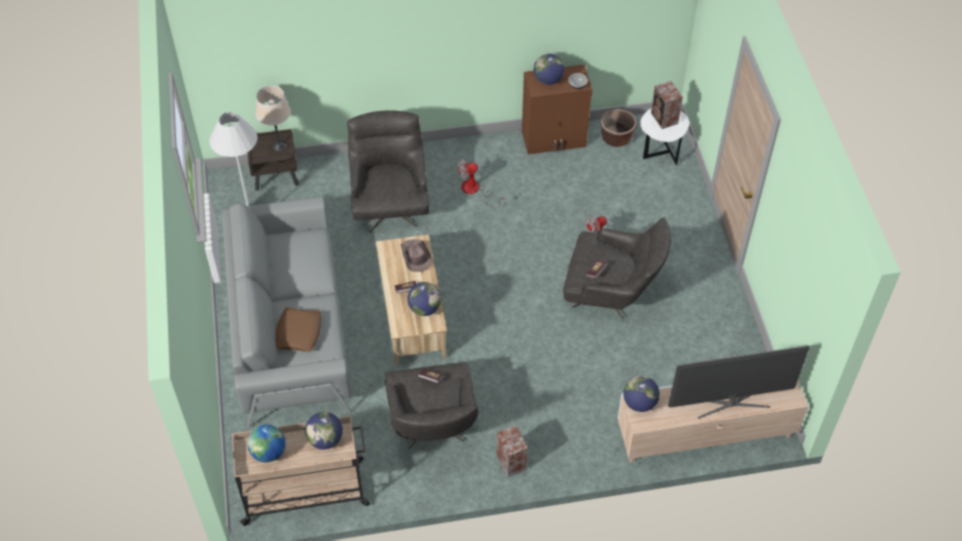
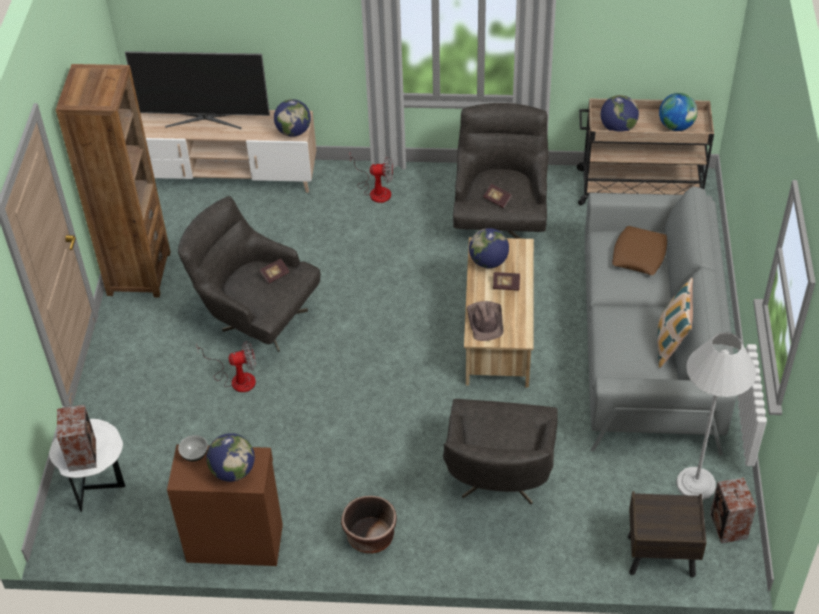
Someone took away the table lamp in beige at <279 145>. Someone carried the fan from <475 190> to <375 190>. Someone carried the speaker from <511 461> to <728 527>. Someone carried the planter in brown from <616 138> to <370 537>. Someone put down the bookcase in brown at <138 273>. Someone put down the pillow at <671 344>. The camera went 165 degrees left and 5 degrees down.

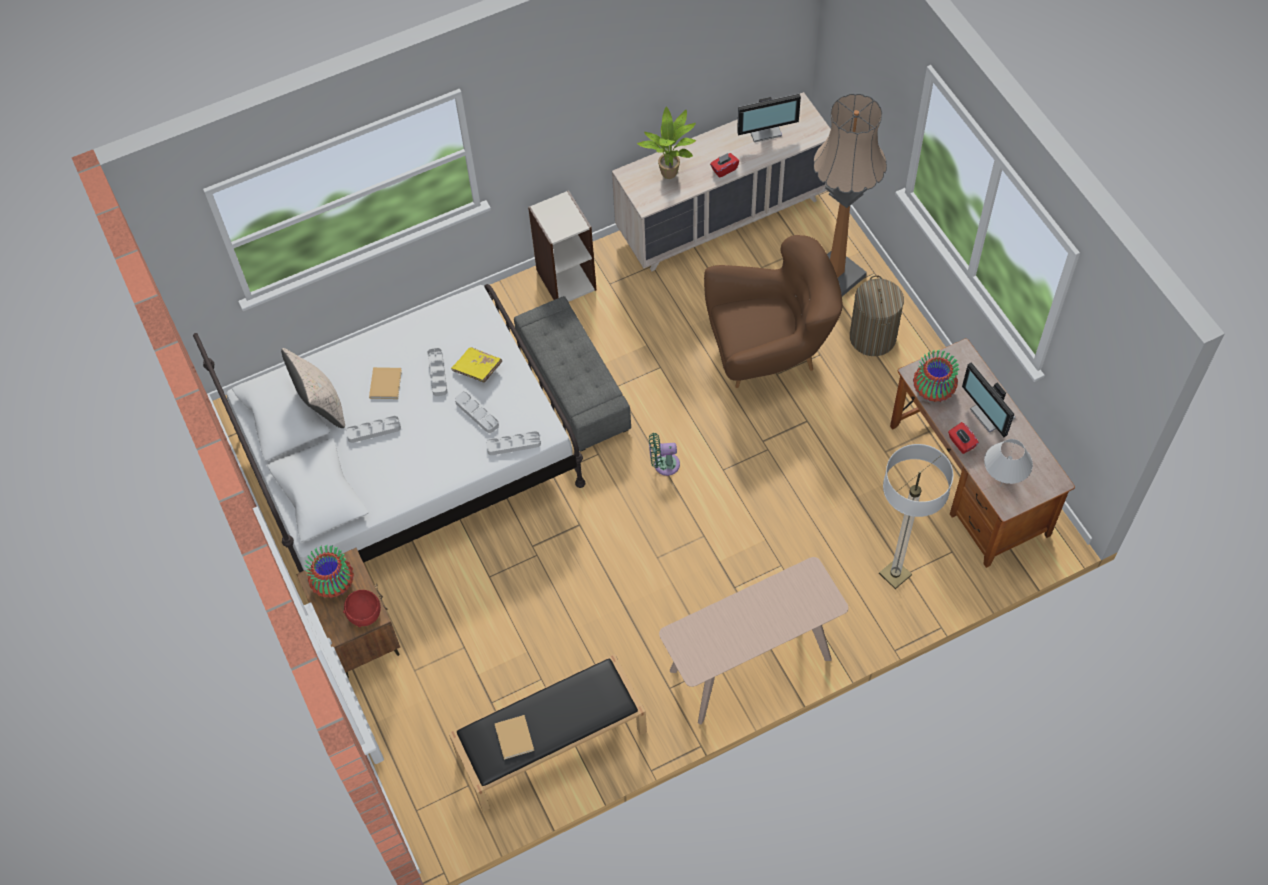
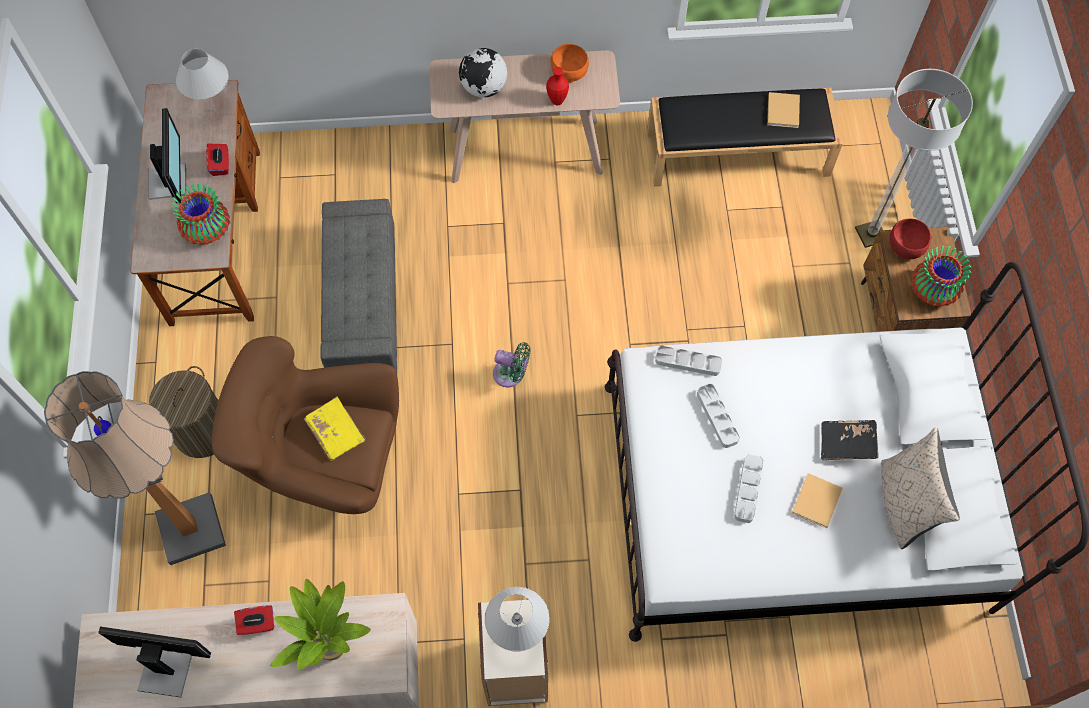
Someone swapped the tray in grey at <374 431> for the book in black at <846 444>. Someone carried the book in yellow from <477 369> to <336 432>. Someone carried the ottoman in grey from <573 387> to <364 303>. Someone carried the floor lamp from <895 574> to <871 234>. Someone put down the globe at <484 88>. Someone put down the table lamp in white at <518 633>. Someone put down the vase in red at <557 101>. Someone put down the bowl in orange at <569 72>. The camera went 160 degrees left and 5 degrees up.

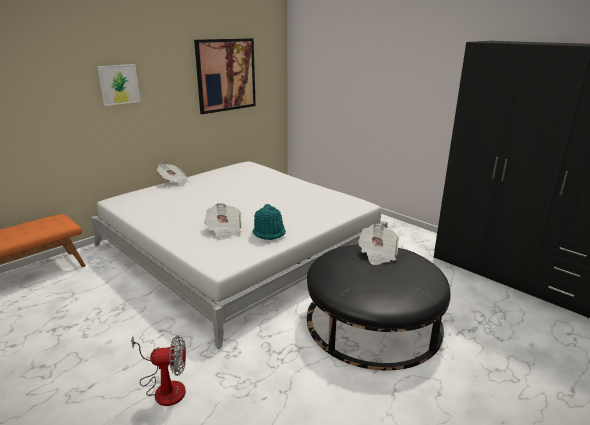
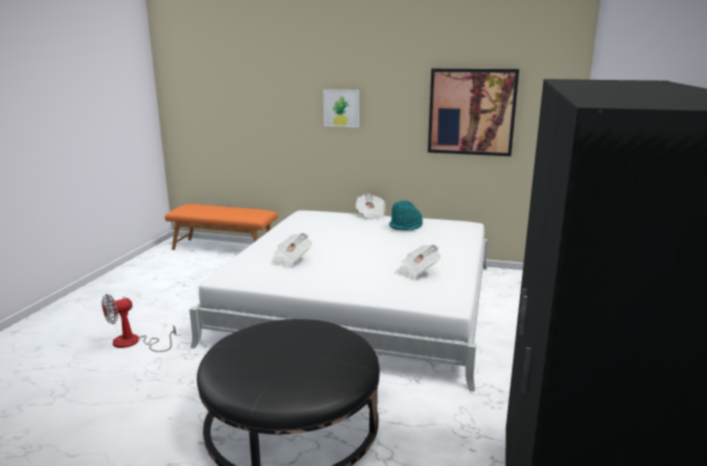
Someone rotated the fan at <164 387> by 90 degrees clockwise. Someone carried the hat in turquoise from <269 232> to <406 226>. Someone carried the newspaper from <377 254> to <417 272>. The camera went 60 degrees right and 5 degrees down.

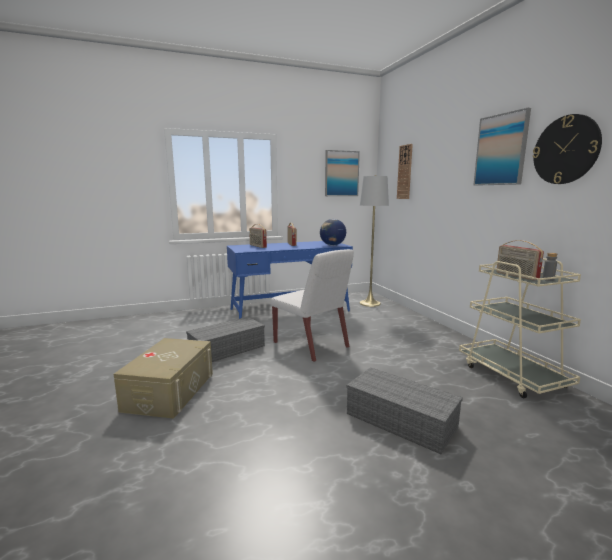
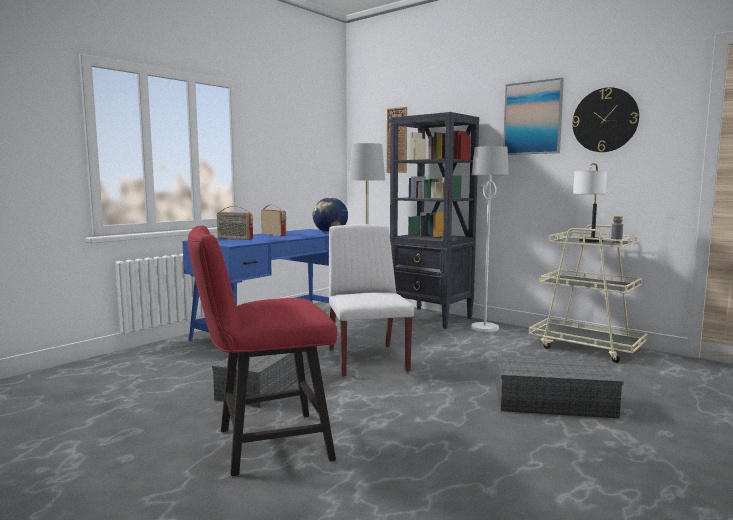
Someone swapped the storage box in beige at <170 391> for the chair in red at <264 445>. Someone rotated the chair in white at <311 345> by 120 degrees counterclockwise. Someone took away the picture at <341 173>. Someone swapped the radio at <516 276> for the table lamp at <588 242>. Someone put down the bookcase in black at <431 318>. Someone put down the floor lamp in white at <485 328>. The camera went 30 degrees left and 5 degrees down.

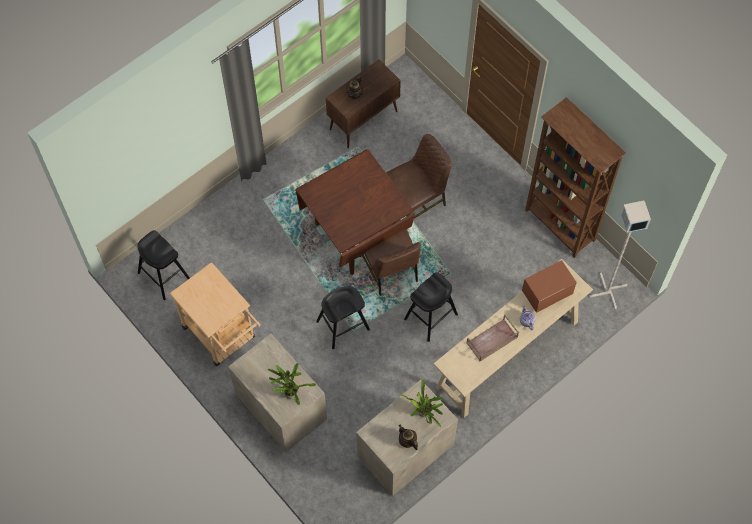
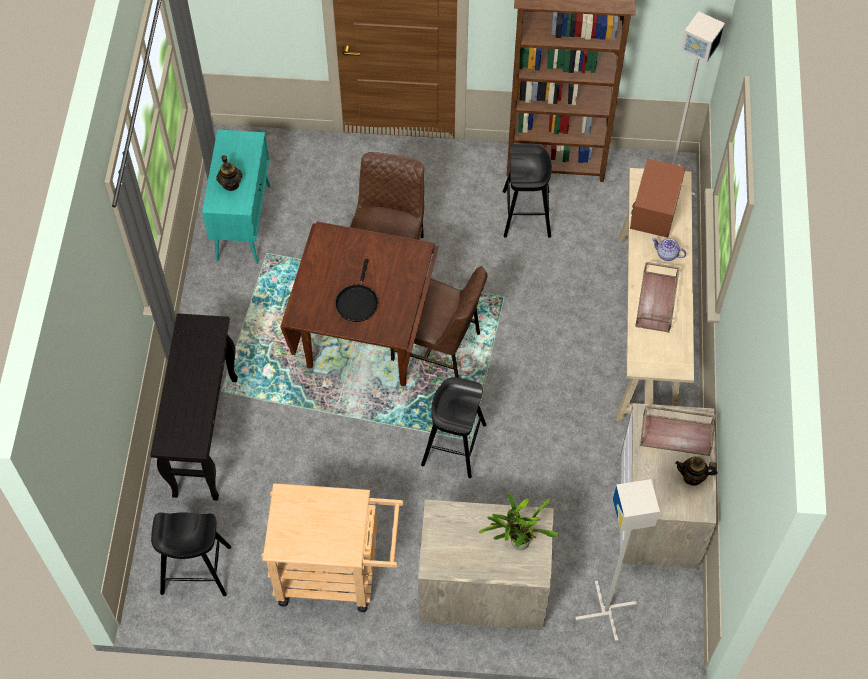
Someone repainted the cabinet in brown at <364 120>, which became the cabinet in turquoise at <243 222>. Someone swapped the potted plant at <424 414> for the tray in brown at <677 434>. Someone carried the stool in black from <431 316> to <526 213>. Someone put down the console table in black at <205 435>. Someone put down the frying pan in black at <357 302>. Someone put down the floor lamp in grey at <606 612>. The camera went 45 degrees left and 5 degrees down.

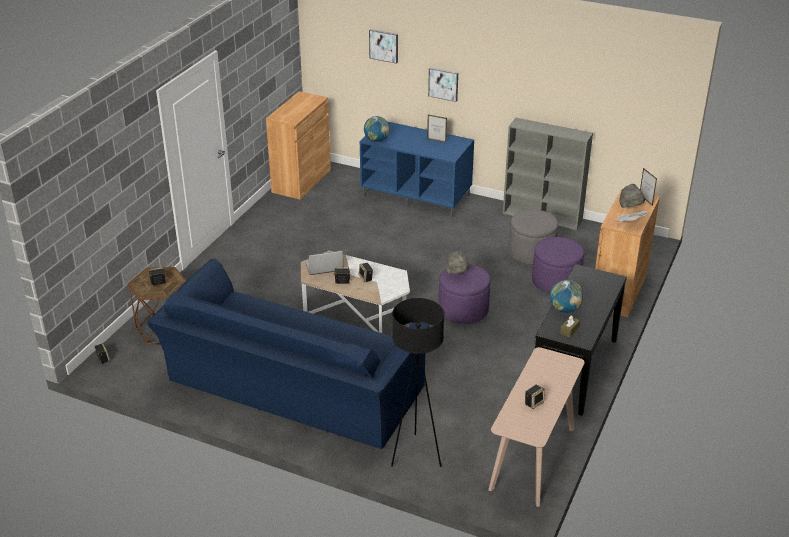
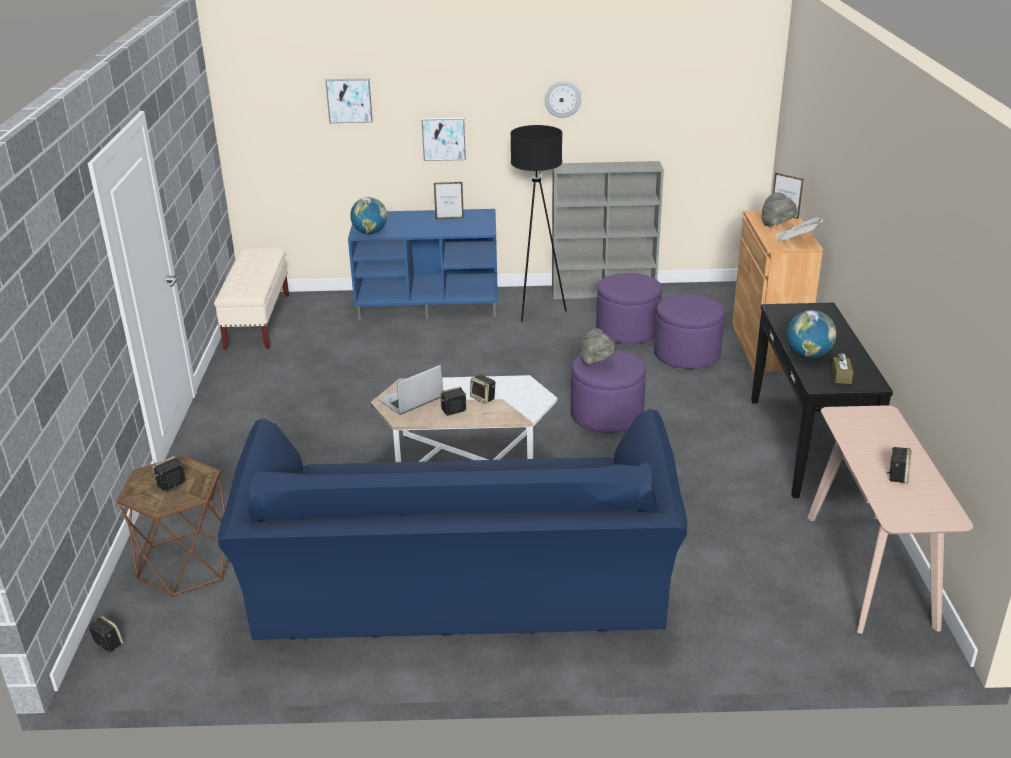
Someone swapped the cabinet in brown at <301 181> for the bench in beige at <258 321>. Someone carried the floor lamp in black from <416 455> to <536 309>. Someone repainted the ottoman in grey at <531 252>, which became the ottoman in purple at <627 331>. Someone put up the wall clock at <562 99>. The camera went 25 degrees left and 5 degrees down.

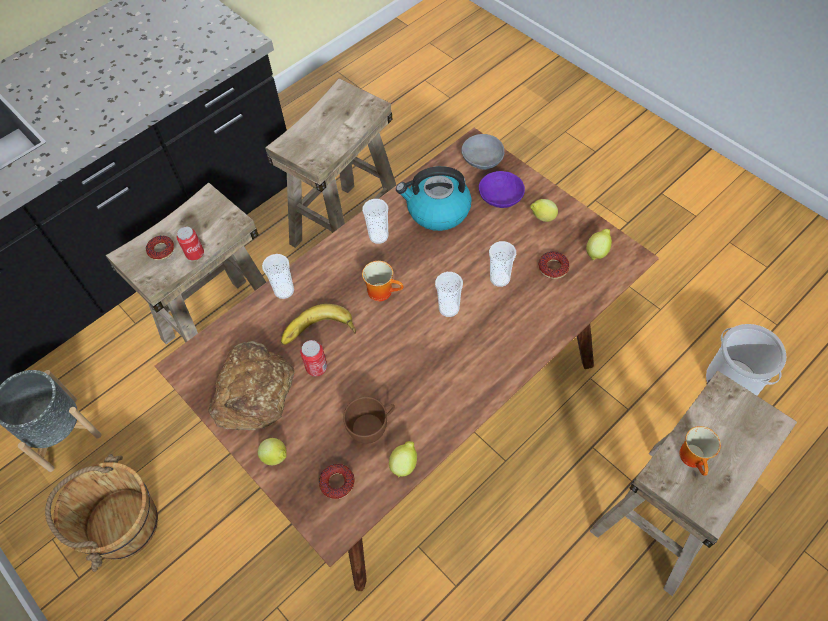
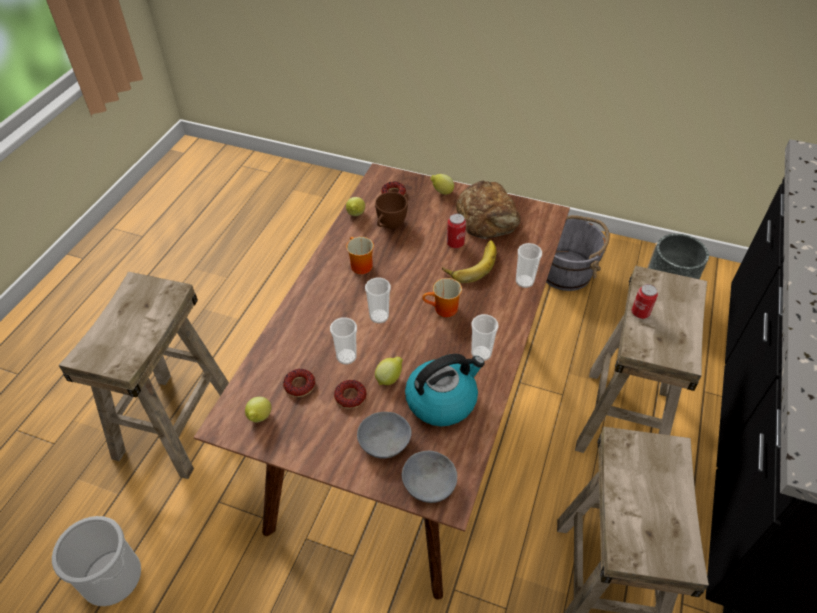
Someone repainted the bucket in brown at <121 524>, which became the bucket in grey at <566 272>. Someone carried the donut from <161 250> to <350 396>. Someone repainted the bowl in purple at <500 198>, which became the bowl in grey at <385 440>. Someone carried the lemon from <542 218> to <389 378>. Someone carried the mug from <695 458> to <359 265>. The camera went 150 degrees right and 10 degrees down.

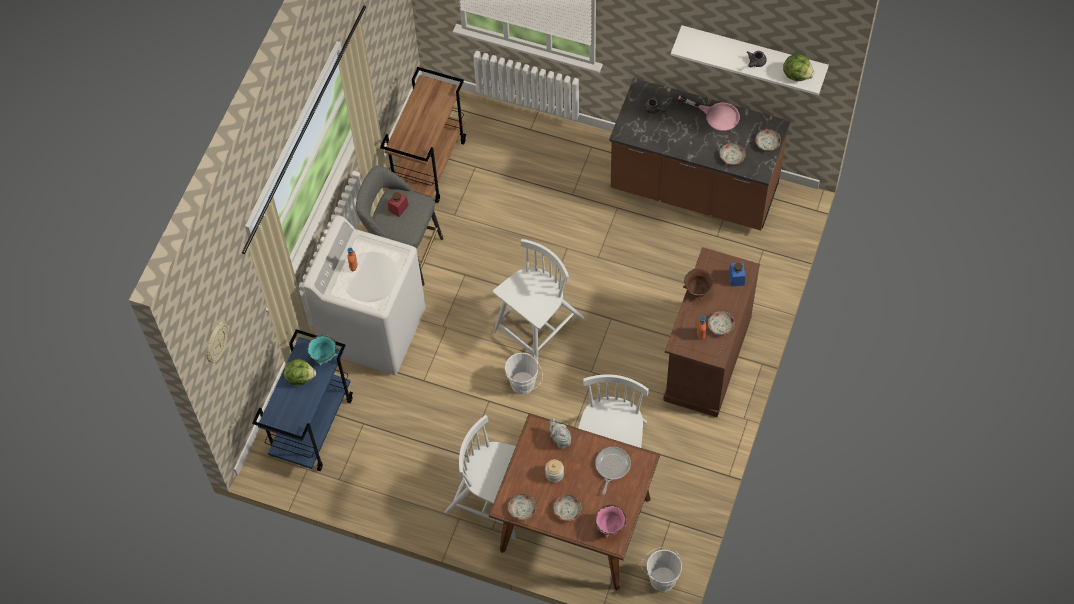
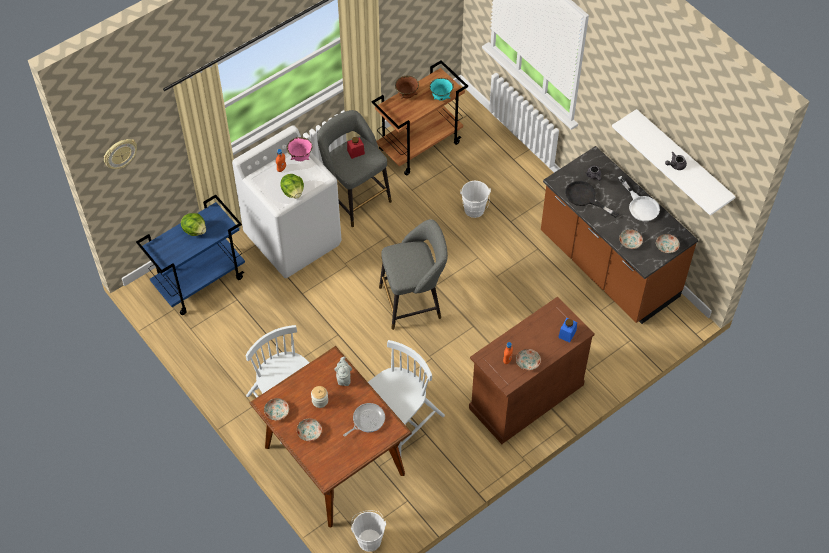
Someone carried the bowl in turquoise from <324 357> to <441 97>. Someone swapped the chair in white at <538 326> for the stool in grey at <414 301>. Someone carried the bucket in white from <524 385> to <474 211>. Someone carried the bowl in pink from <610 527> to <300 157>. Someone repainted the frying pan in pink at <716 115>, which became the frying pan in white at <640 205>. Someone carried the bowl in brown from <697 291> to <406 95>. Someone carried the lettuce from <797 74> to <293 192>. Someone put down the frying pan in black at <585 198>. The camera went 30 degrees right and 5 degrees down.

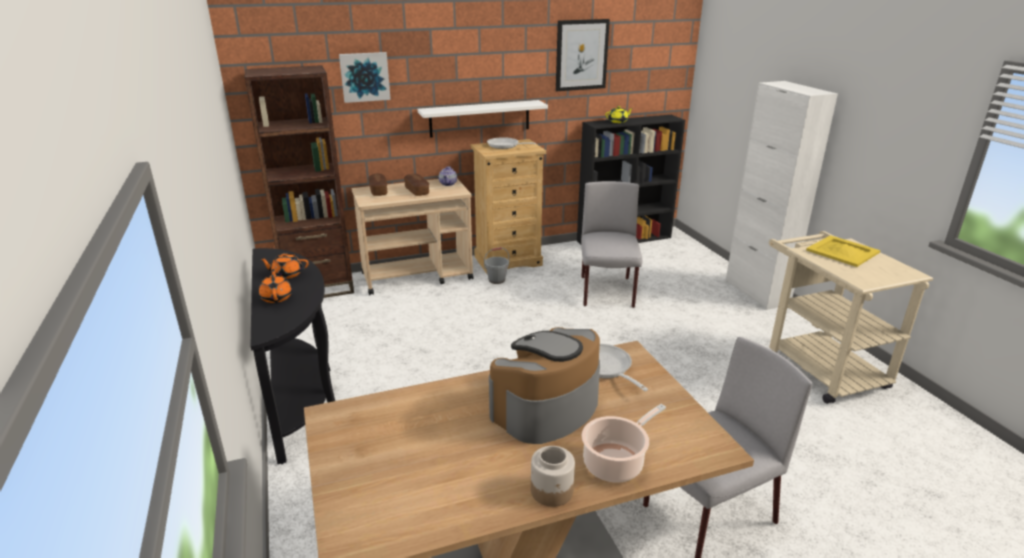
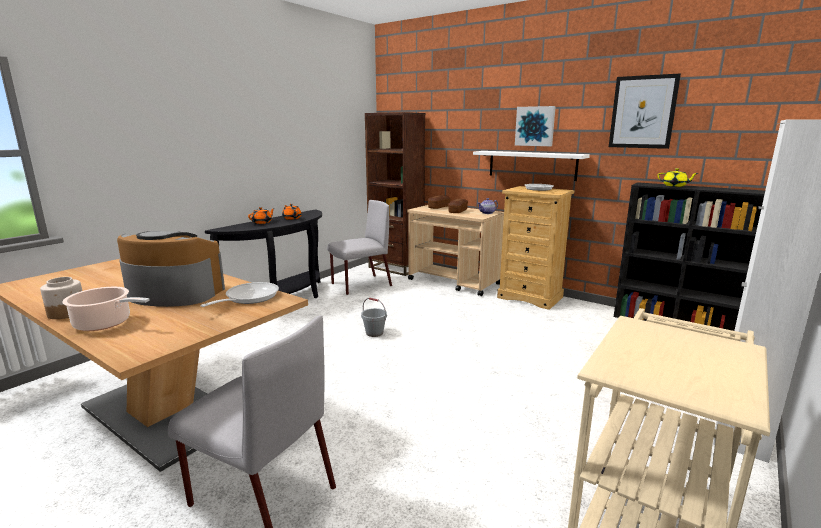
Someone carried the picture from <364 77> to <535 126>. Someone carried the bucket in grey from <497 280> to <374 333>. Someone carried the chair in grey from <607 292> to <360 285>. Someone took away the tray in yellow at <843 251>. The camera went 55 degrees right and 10 degrees down.

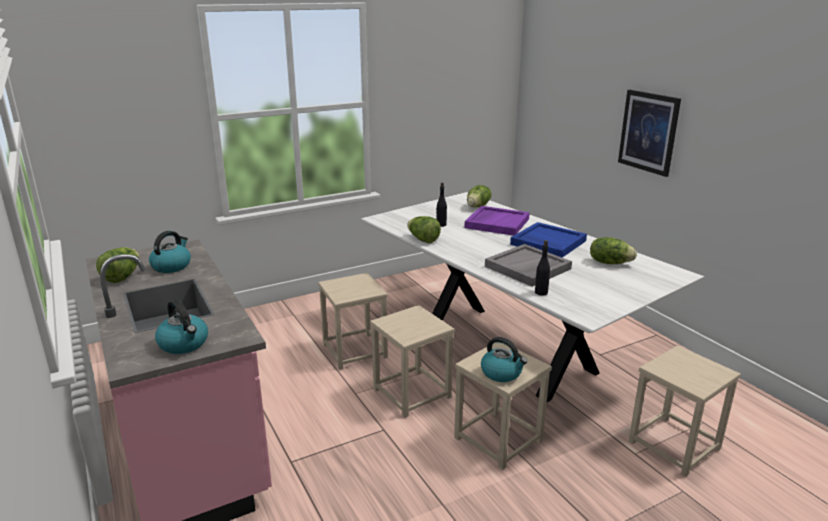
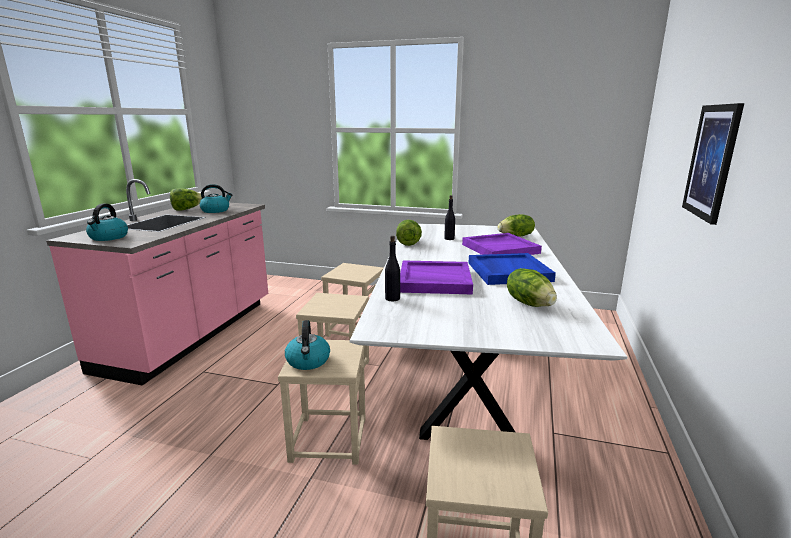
Someone repainted the tray in grey at <527 268>, which became the tray in purple at <434 281>. The camera went 45 degrees right and 5 degrees down.

